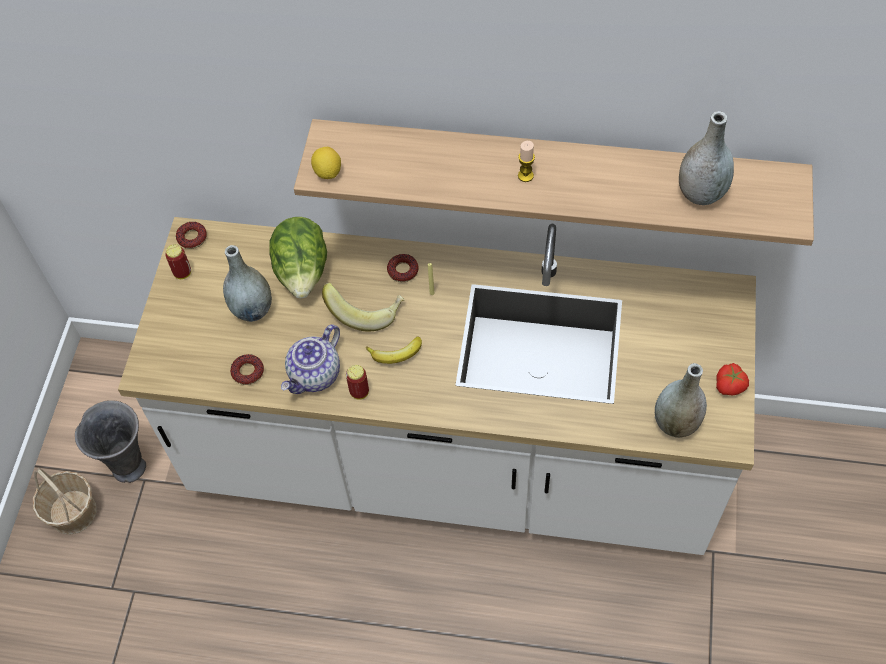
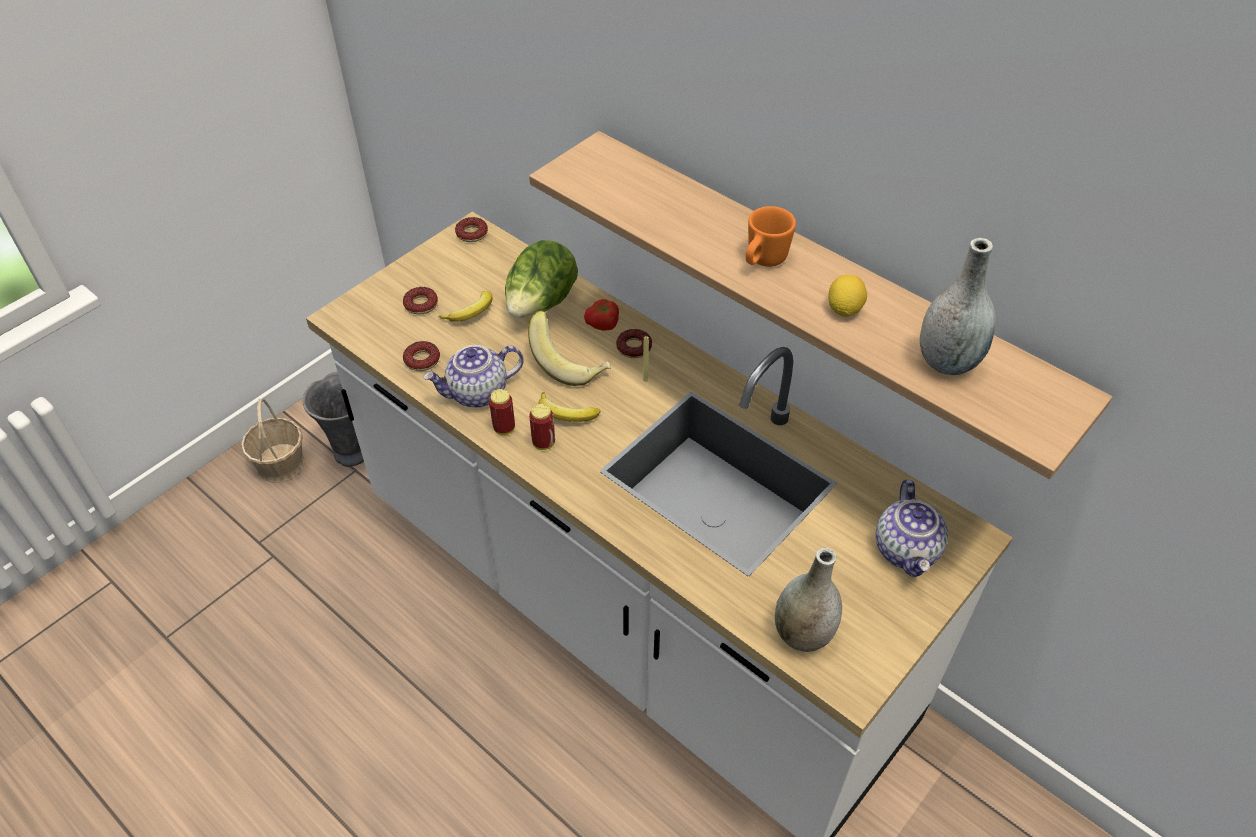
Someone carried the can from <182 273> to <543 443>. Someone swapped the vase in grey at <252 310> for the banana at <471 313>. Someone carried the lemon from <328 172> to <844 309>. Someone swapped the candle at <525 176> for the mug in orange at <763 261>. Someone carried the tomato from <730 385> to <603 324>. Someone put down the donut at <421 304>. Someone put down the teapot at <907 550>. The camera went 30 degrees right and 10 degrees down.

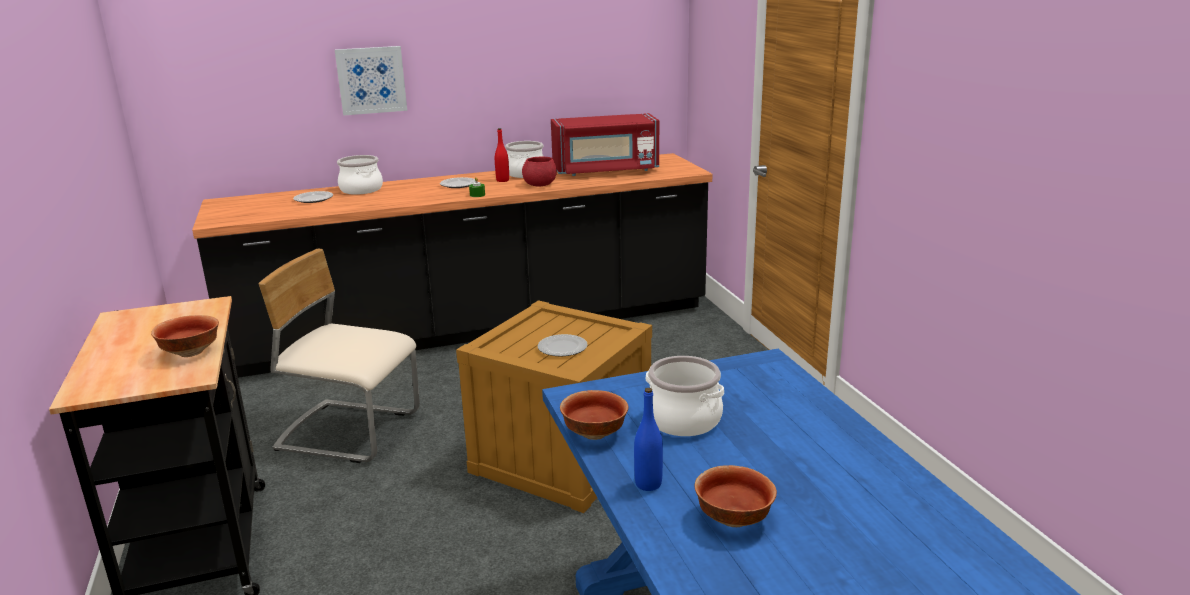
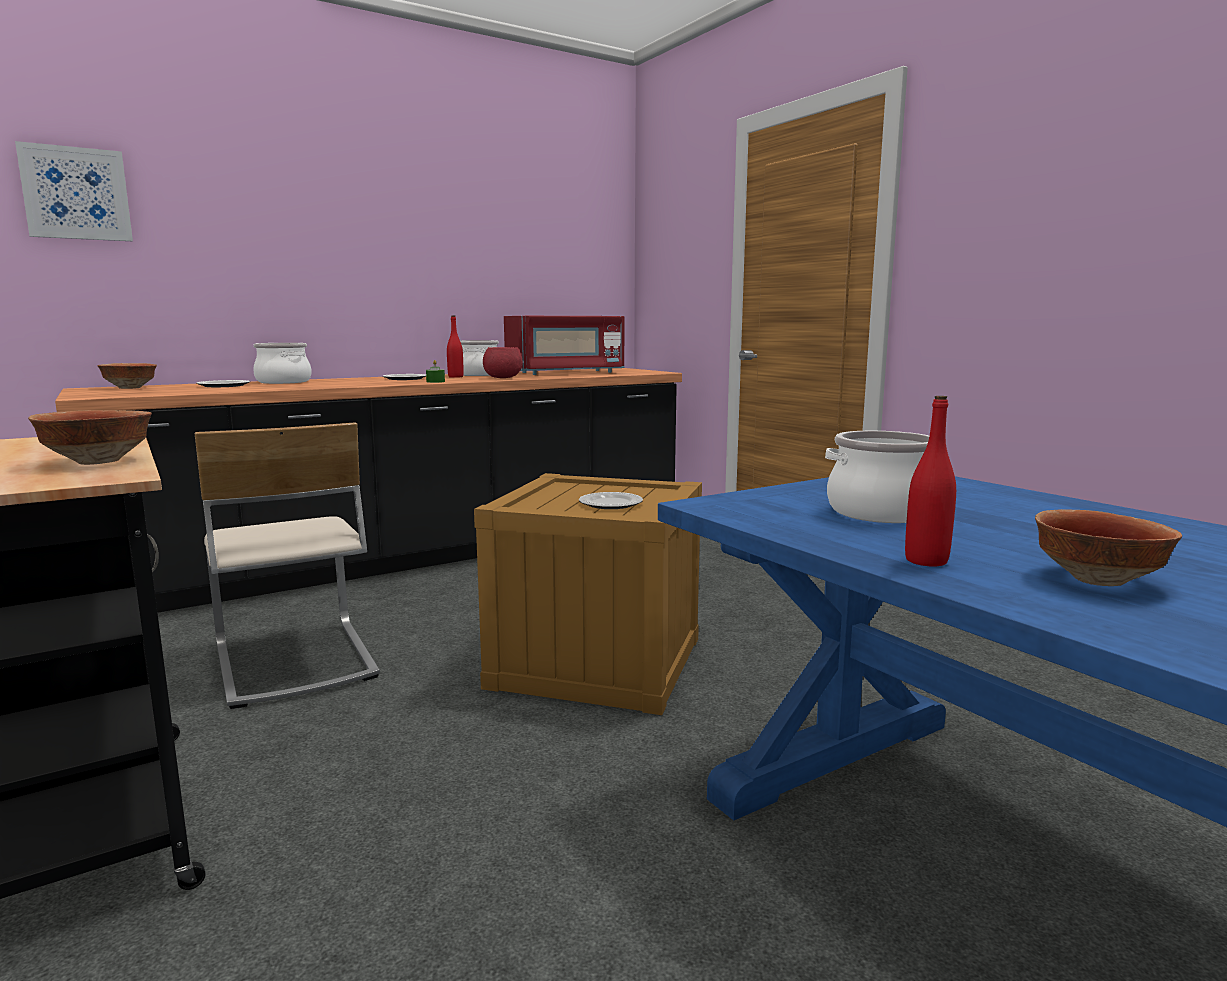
Someone rotated the chair in beige at <350 432> by 120 degrees counterclockwise. Someone carried the picture from <371 80> to <76 193>. Someone carried the bowl from <595 433> to <131 388>. Someone repainted the bottle in blue at <648 484>, which became the bottle in red at <926 561>. The camera went 15 degrees left and 10 degrees down.

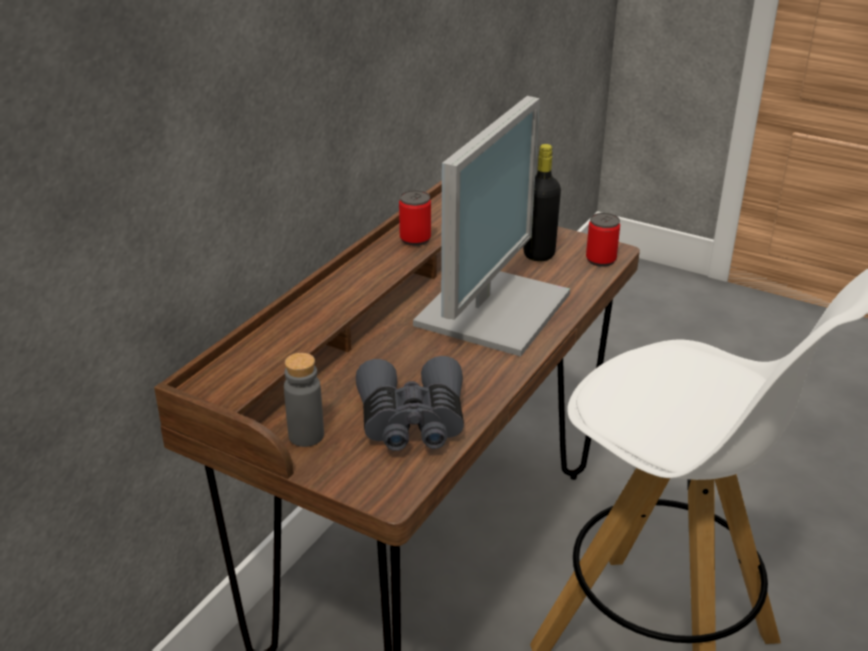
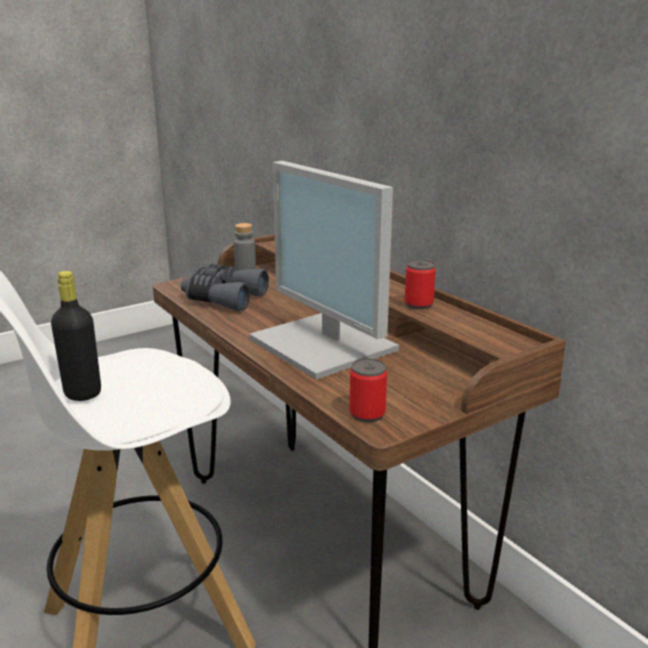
Someone carried the bottle in black from <539 254> to <83 393>. The camera went 115 degrees right and 10 degrees down.

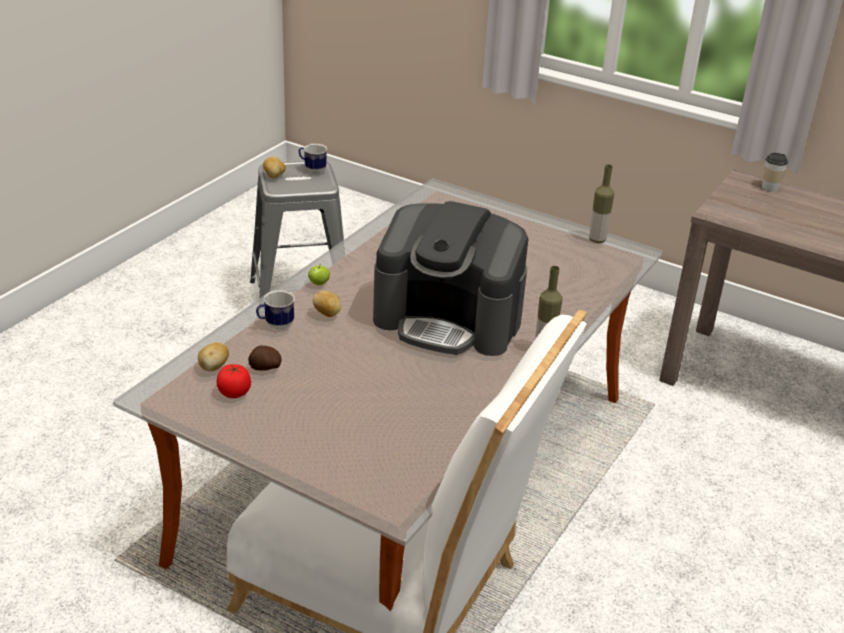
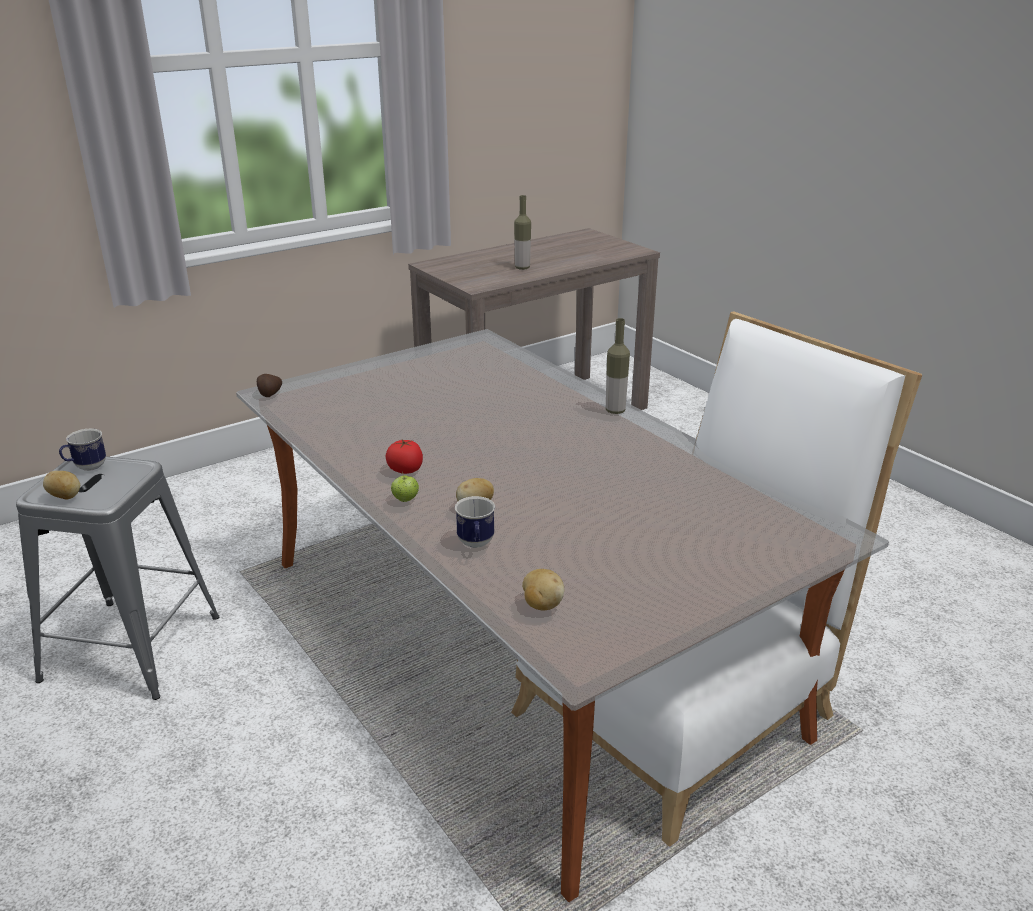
Someone carried the tomato from <234 392> to <405 470>. Someone carried the potato from <265 368> to <269 394>. Someone took away the coffee machine at <449 320>. Someone carried the bottle from <597 240> to <522 268>. Someone took away the cup at <769 188>. The camera went 65 degrees left and 5 degrees down.

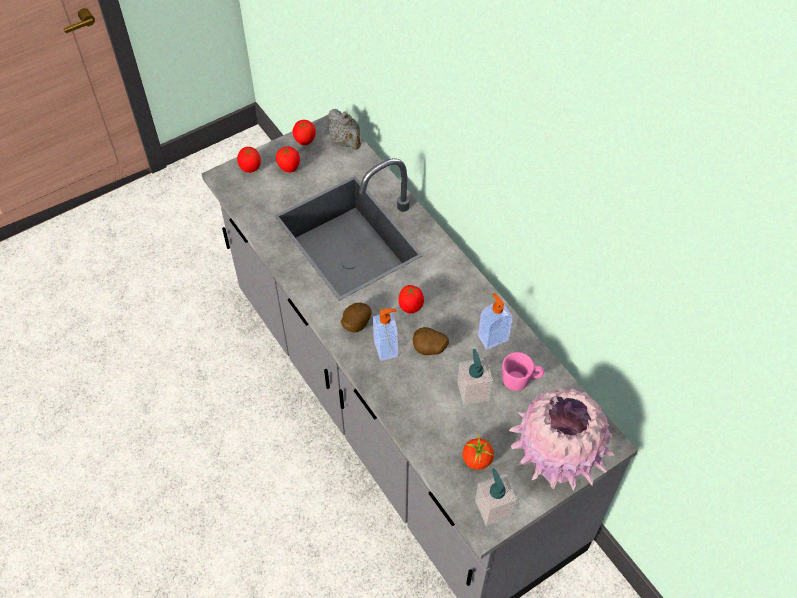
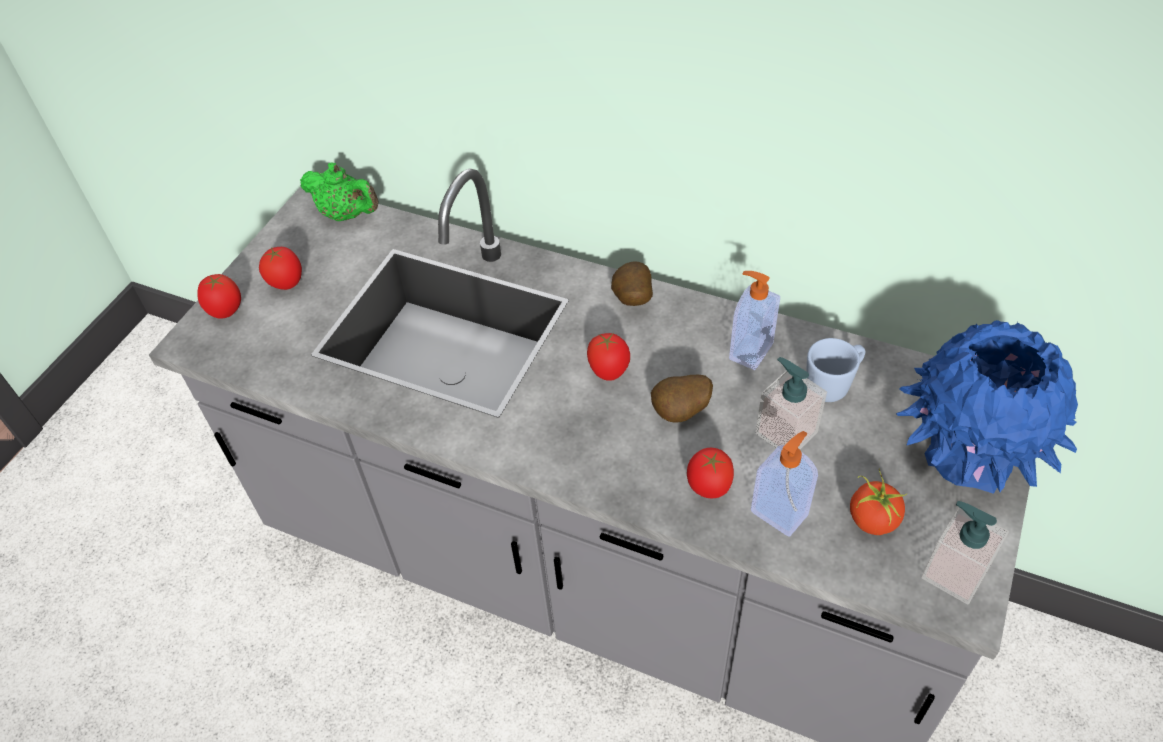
Someone carried the tomato from <304 141> to <708 488>. Someone repainted the teapot in grey at <346 142>, which became the teapot in green at <347 214>. Someone carried the potato from <355 325> to <631 300>. Someone carried the soap dispenser from <386 348> to <780 512>. Someone repainted the mug in pink at <520 381>, which became the mug in blue at <833 385>. Someone repainted the vase in pink at <556 460>, which became the vase in blue at <968 457>. The camera went 30 degrees left and 5 degrees down.

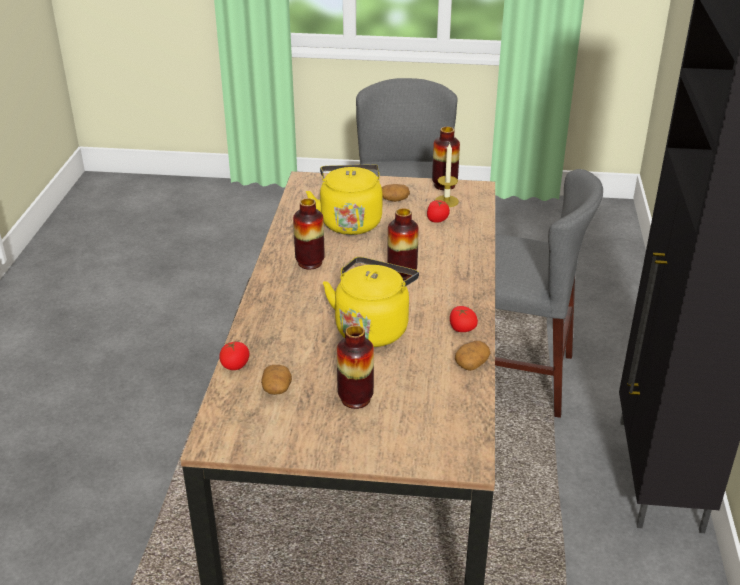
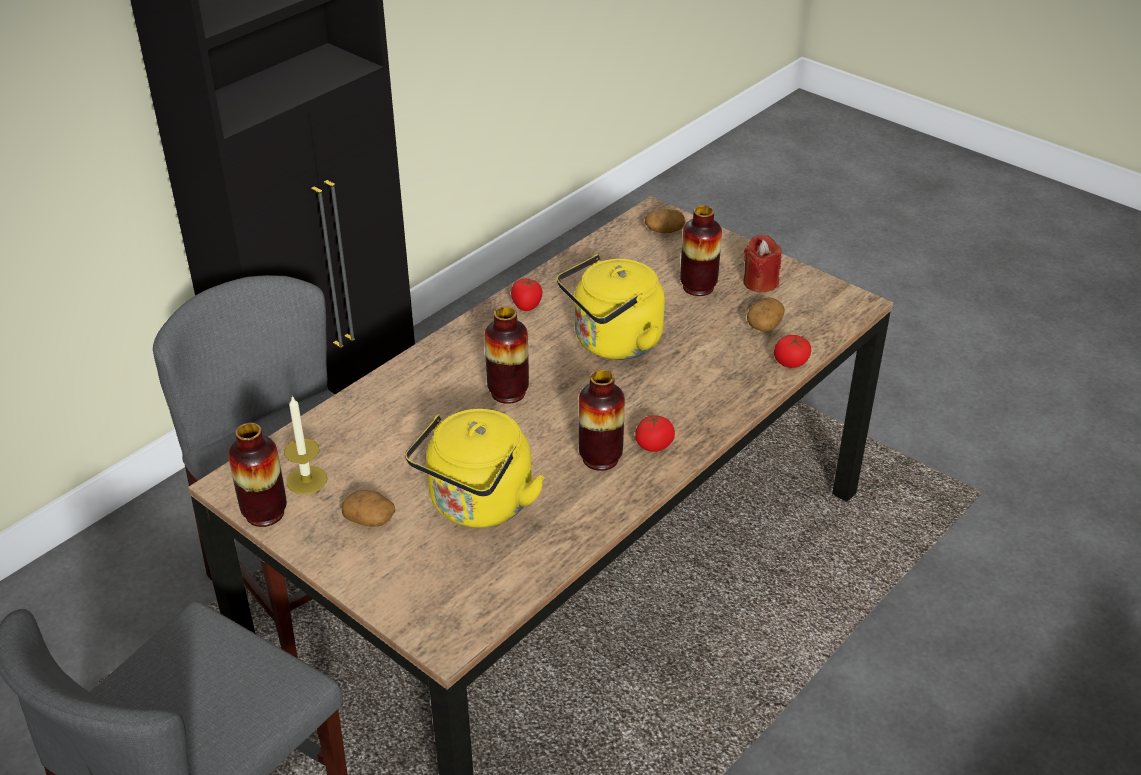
Someone carried the tomato from <437 219> to <654 445>. Someone carried the potato from <471 363> to <664 231>. Someone put down the candle in red at <760 282>. The camera went 145 degrees left and 5 degrees up.

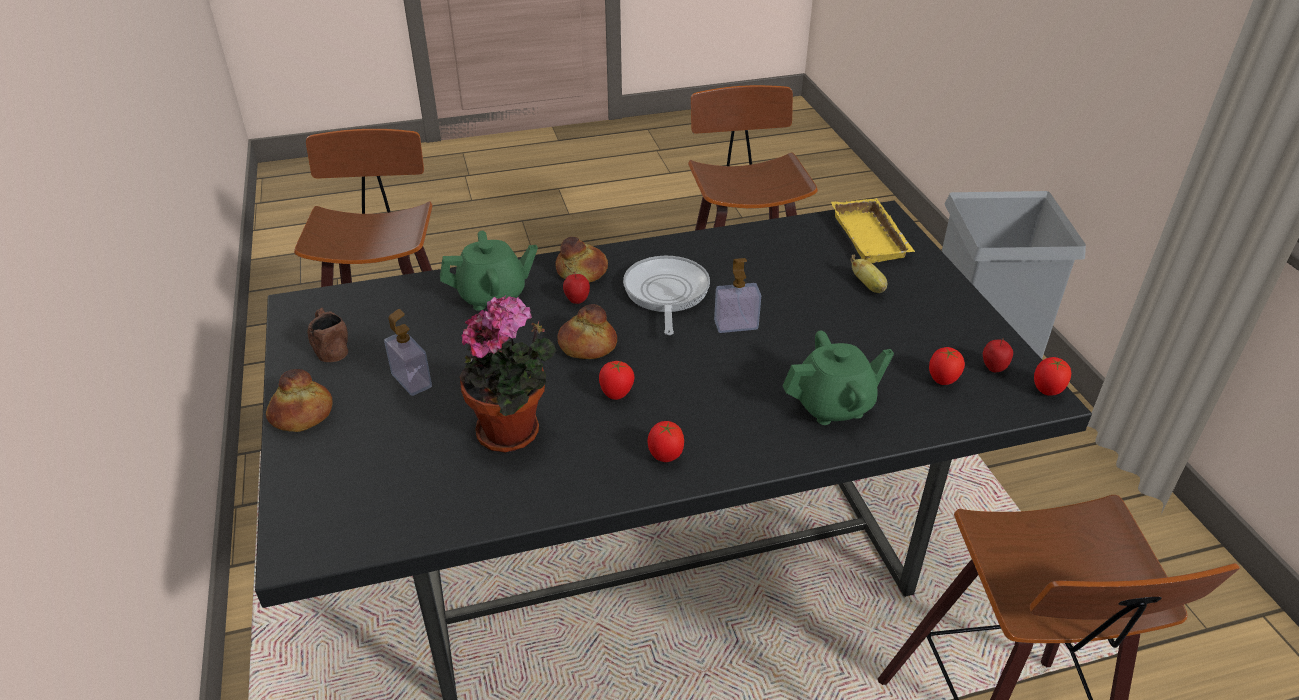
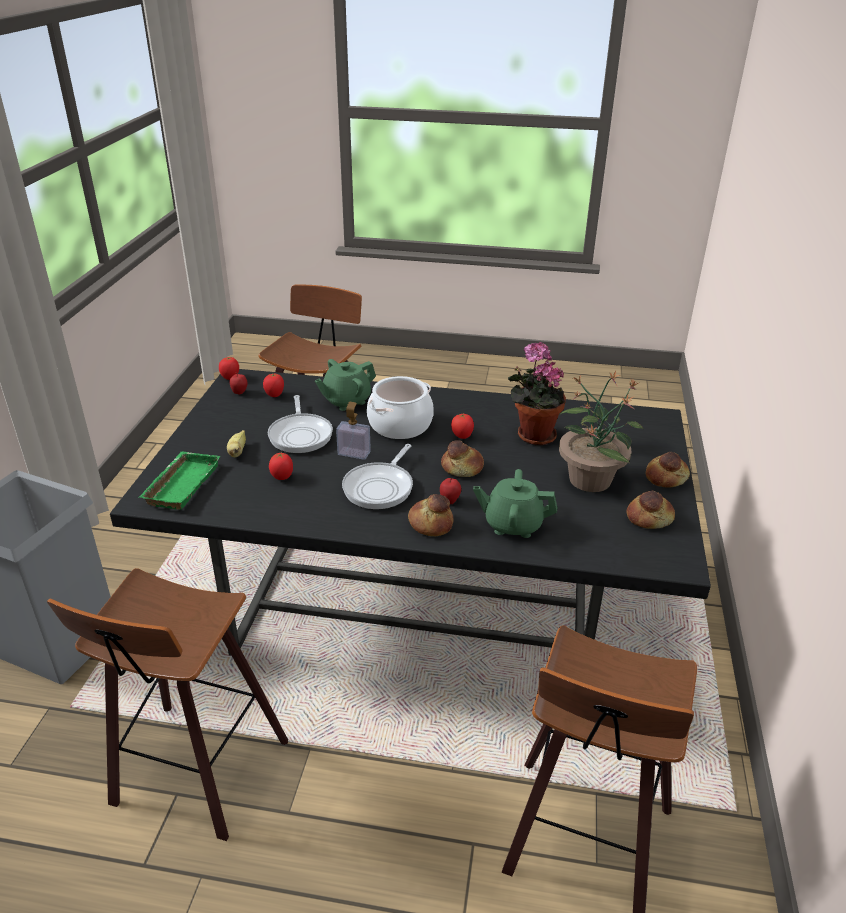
Someone swapped the mug in brown at <330 347> for the bread at <649 518>. Someone swapped the soap dispenser at <411 381> for the potted plant at <590 479>. Someone carried the tomato from <665 457> to <282 477>. Someone rotated the teapot in green at <833 405> by 45 degrees counterclockwise. Someone repainted the tray in yellow at <872 238>, which became the tray in green at <181 484>. Someone put down the frying pan at <301 435>. Someone put down the cooking pot at <400 425>. The camera went 155 degrees left and 5 degrees down.

